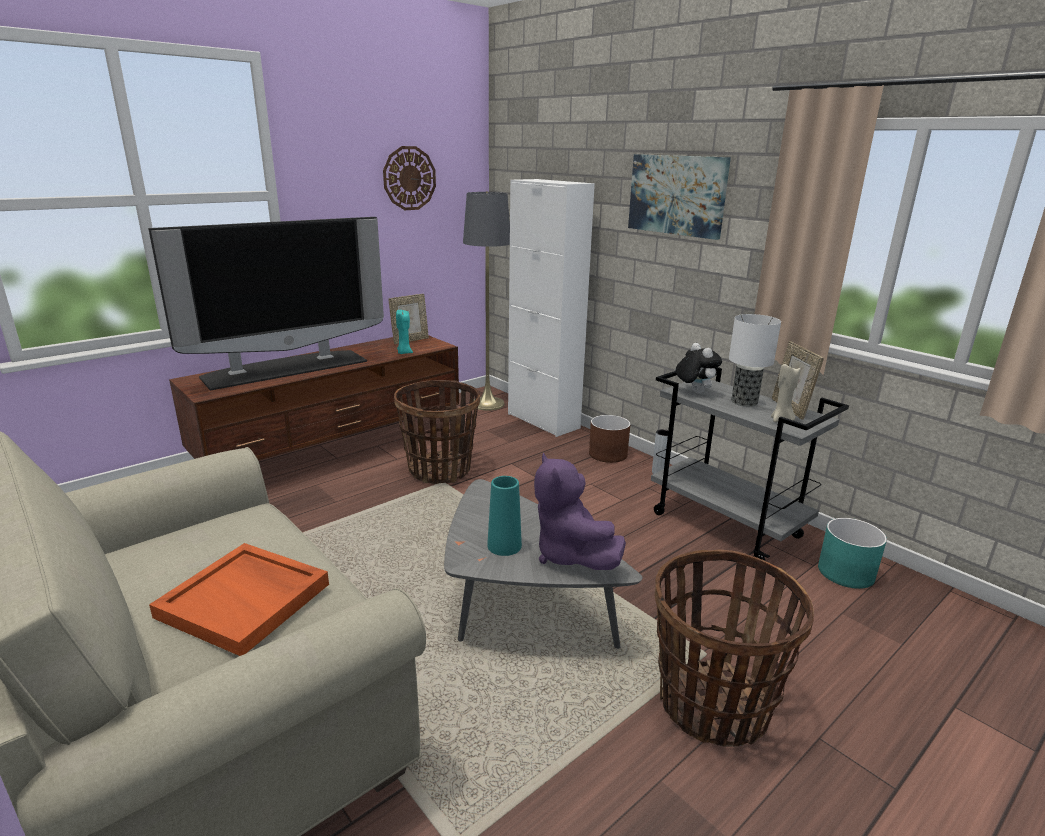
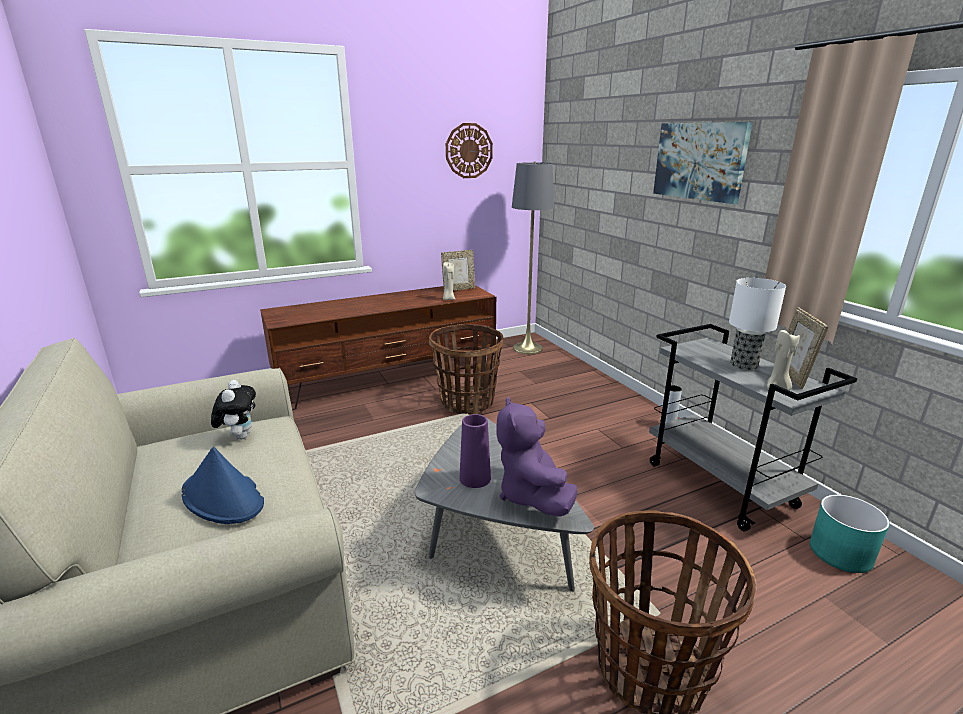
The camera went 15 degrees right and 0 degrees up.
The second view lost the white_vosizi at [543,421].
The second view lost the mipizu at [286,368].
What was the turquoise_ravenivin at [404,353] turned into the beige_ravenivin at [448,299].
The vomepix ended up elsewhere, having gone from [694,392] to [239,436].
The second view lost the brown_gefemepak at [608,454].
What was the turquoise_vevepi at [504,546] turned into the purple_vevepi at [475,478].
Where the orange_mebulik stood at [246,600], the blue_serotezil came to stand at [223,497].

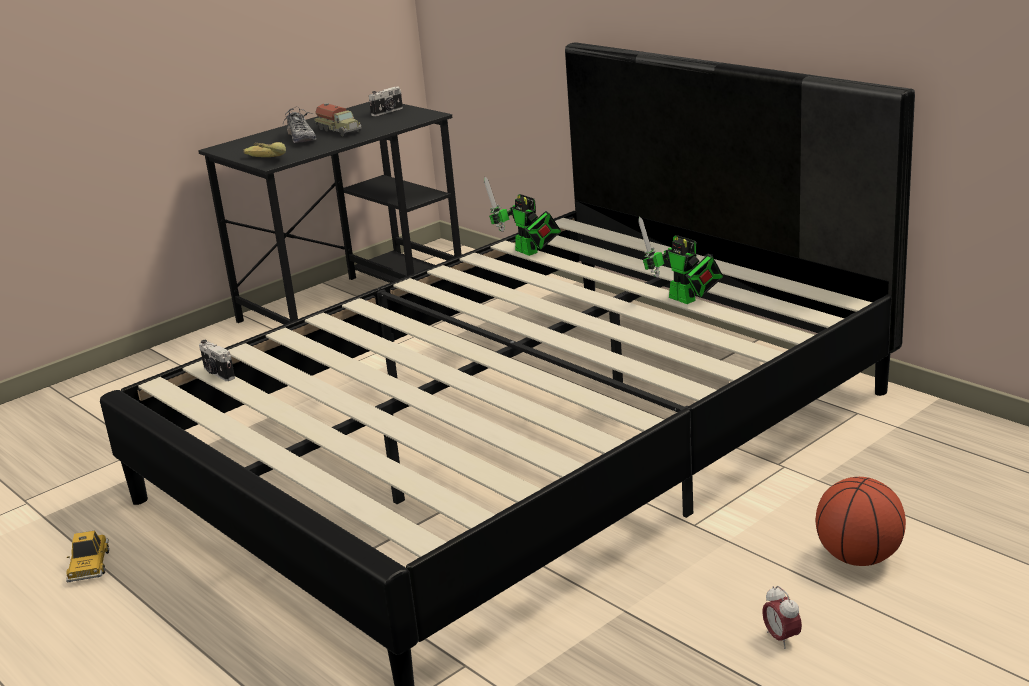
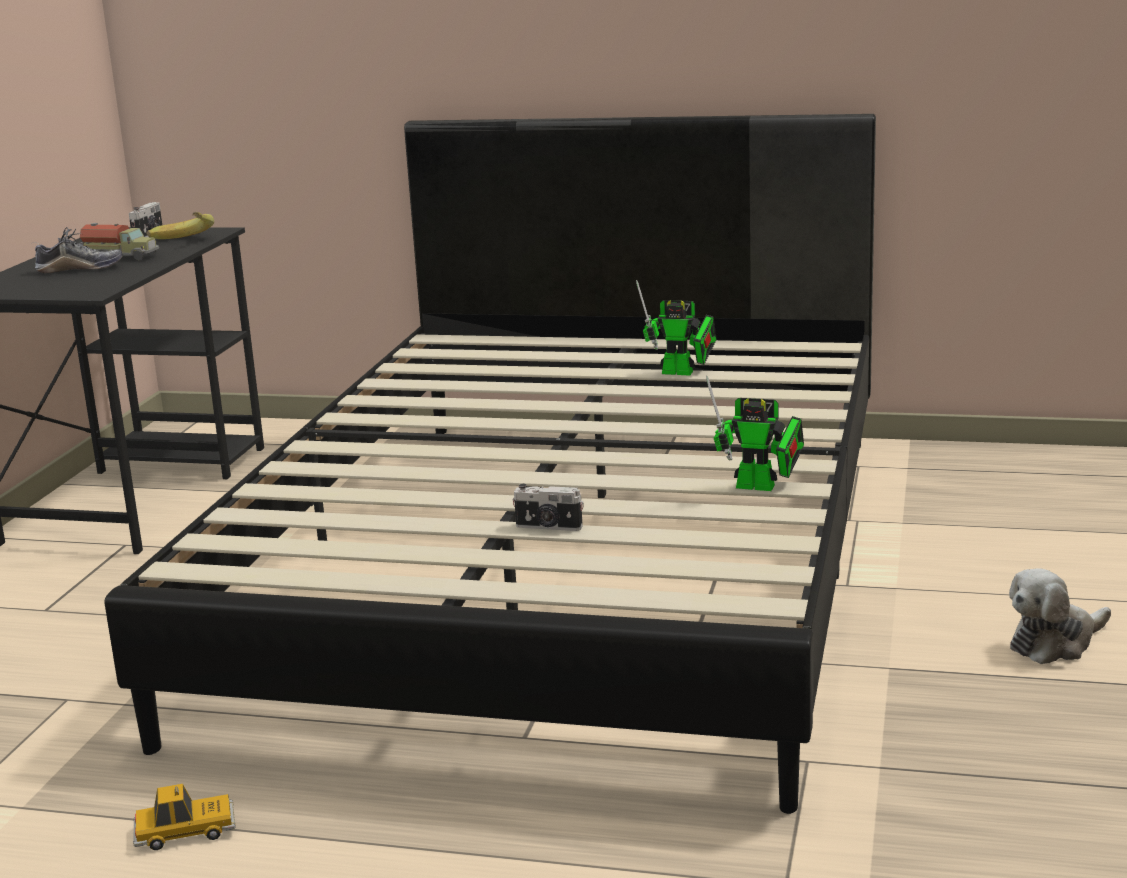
The camera went 35 degrees left and 5 degrees down.
The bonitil at [301,138] ended up facing another way, 45 degrees counterclockwise from before.
The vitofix ended up elsewhere, having gone from [261,163] to [182,242].
The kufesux ended up elsewhere, having gone from [529,252] to [761,487].
The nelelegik ended up elsewhere, having gone from [217,373] to [548,527].
The second view lost the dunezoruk at [858,557].
The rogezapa at [89,565] ended up facing another way, 60 degrees counterclockwise from before.
Where the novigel stood at [781,638], the vomepix came to stand at [1055,643].

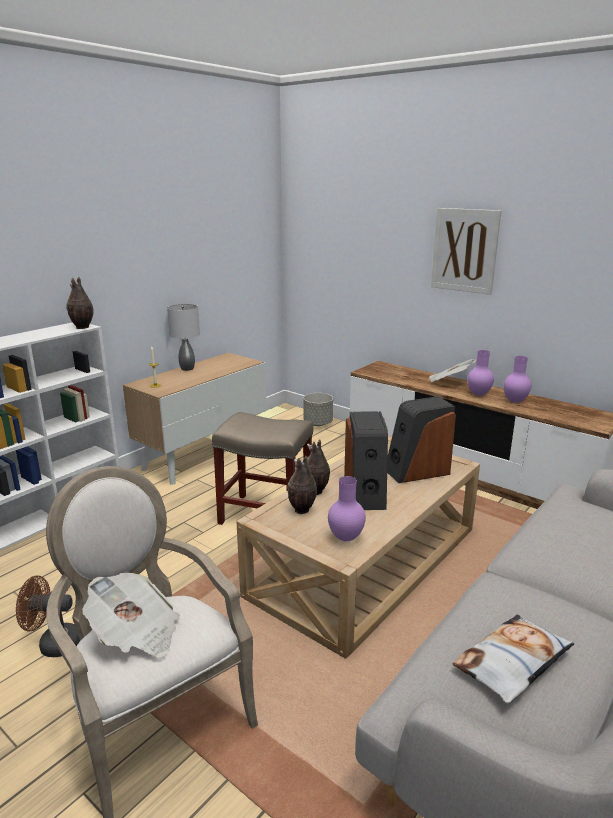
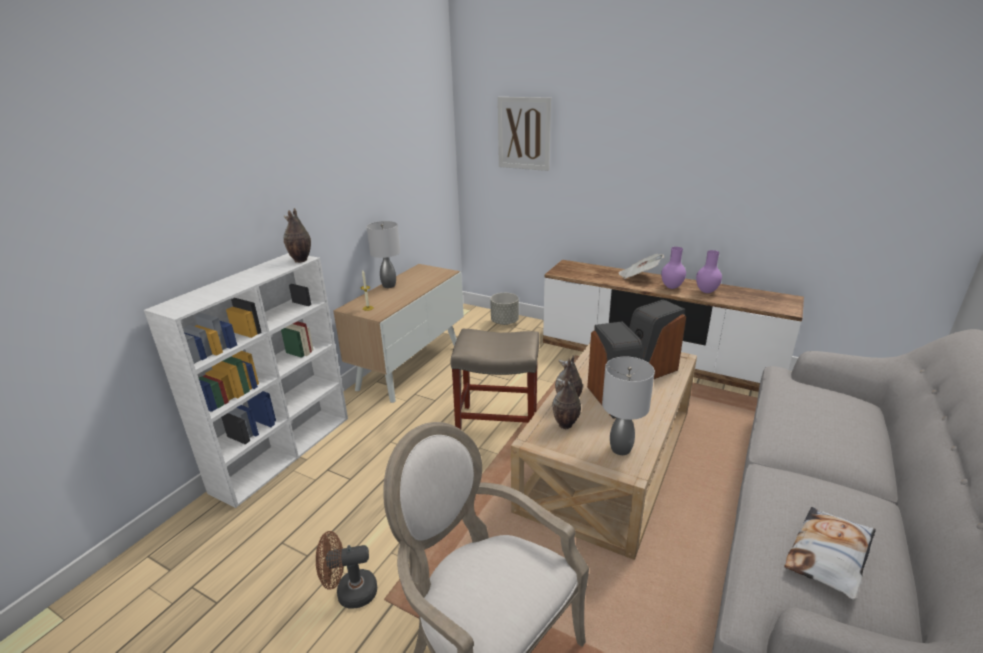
The camera went 10 degrees left and 5 degrees up.
The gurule ended up elsewhere, having gone from [464,250] to [524,133].
Where the purple_vevepi stood at [345,537], the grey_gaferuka came to stand at [620,448].
The second view lost the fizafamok at [136,634].

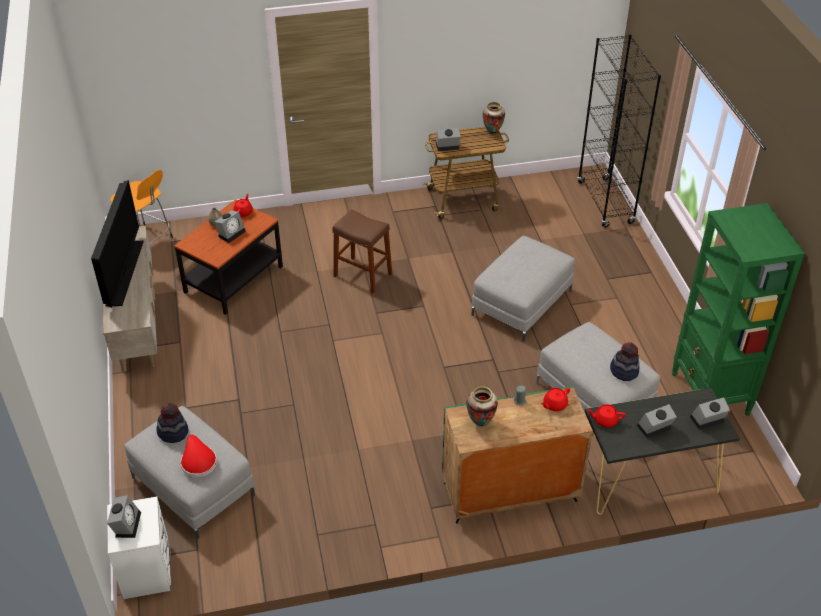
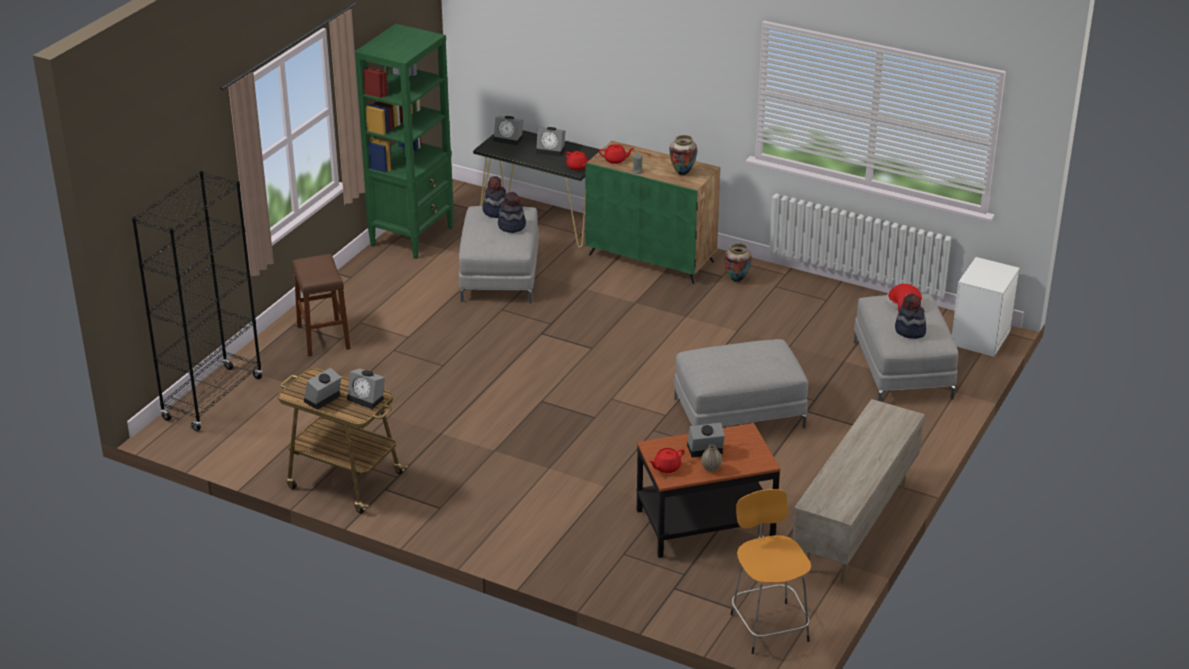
The camera went 140 degrees left and 10 degrees down.
The vevepi ended up elsewhere, having gone from [492,132] to [737,280].
The second view lost the mipizu at [124,273].
The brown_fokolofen ended up elsewhere, having gone from [363,275] to [323,337].
The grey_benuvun ended up elsewhere, having gone from [521,302] to [739,413].
The novigel ended up elsewhere, having gone from [126,523] to [322,400].
The second view gained the serotezil at [512,226].

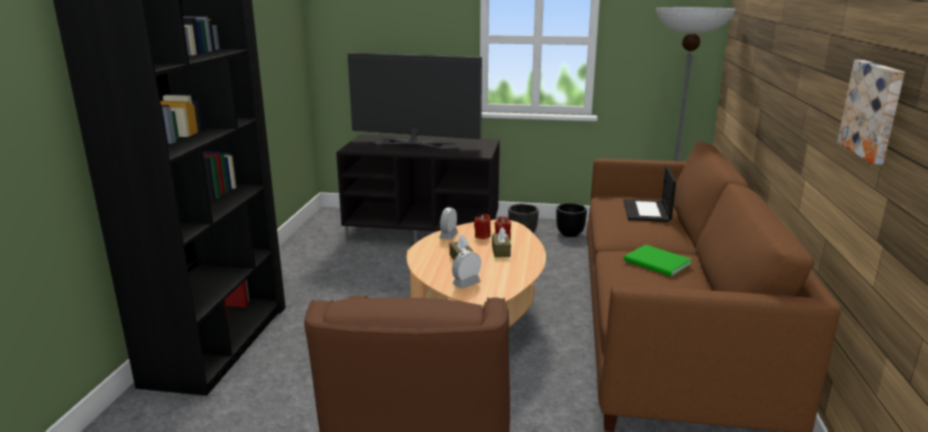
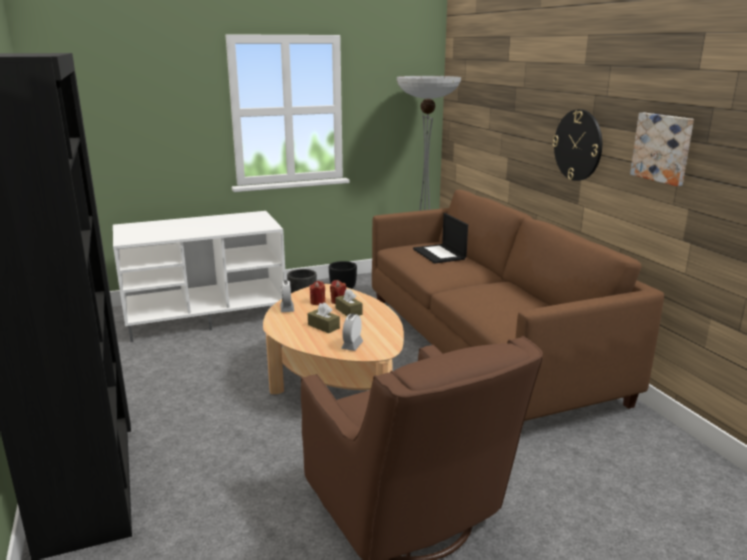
The camera went 30 degrees left and 0 degrees up.
The second view lost the mipizu at [415,144].
What was the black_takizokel at [424,232] turned into the white_takizokel at [207,315].
The second view lost the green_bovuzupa at [658,263].
The second view gained the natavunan at [578,145].

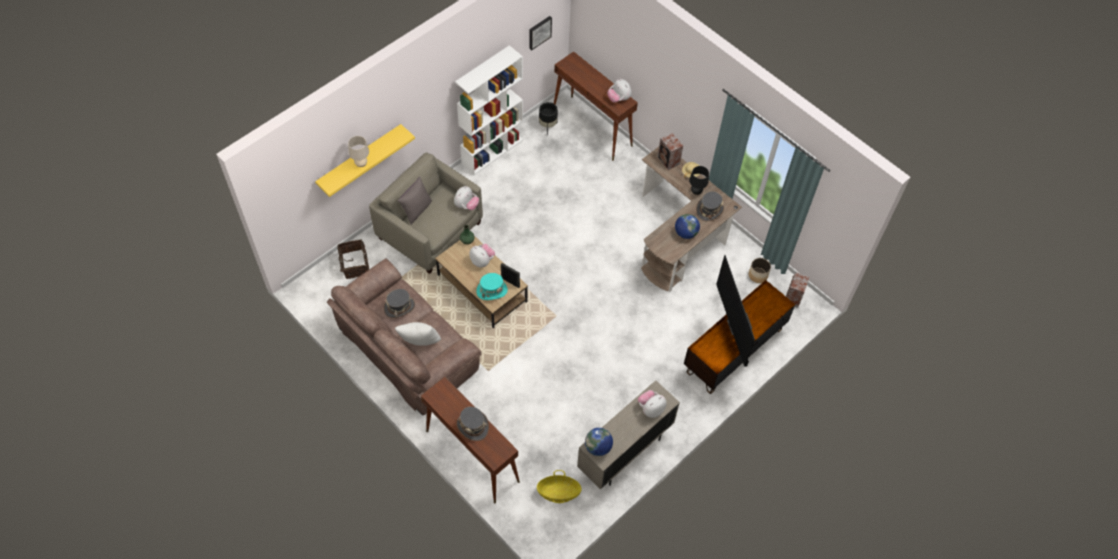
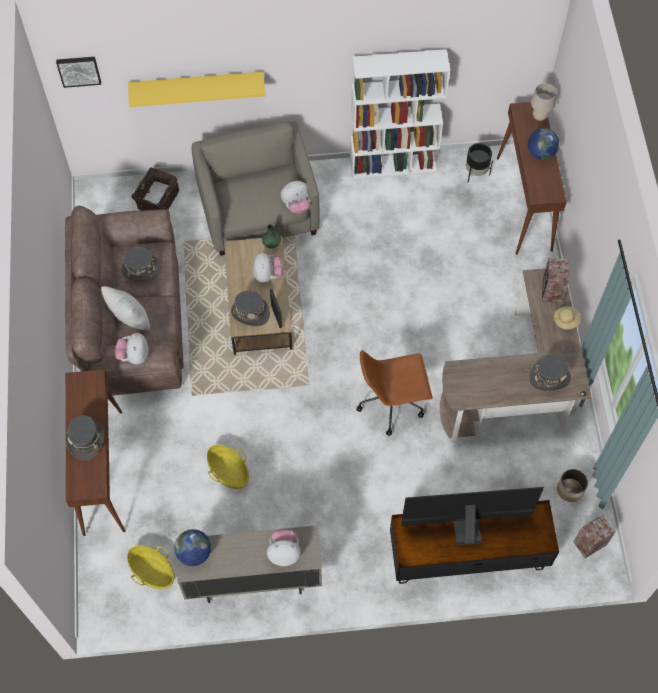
The camera went 40 degrees right and 5 degrees up.
The gurule ended up elsewhere, having gone from [539,32] to [79,70].
The vomepix ended up elsewhere, having gone from [619,98] to [134,356].
The beige_gaferuka ended up elsewhere, having gone from [361,164] to [539,117].
The second view lost the black_gaferuka at [696,192].
The second view lost the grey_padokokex at [416,210].
The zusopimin ended up elsewhere, having gone from [685,233] to [541,153].
The mipizu at [735,326] ended up facing another way, 60 degrees clockwise from before.
What was the turquoise_serotezil at [492,290] turned into the grey_serotezil at [250,312].
The second view gained the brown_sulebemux at [392,403].
The second view gained the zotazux at [228,472].

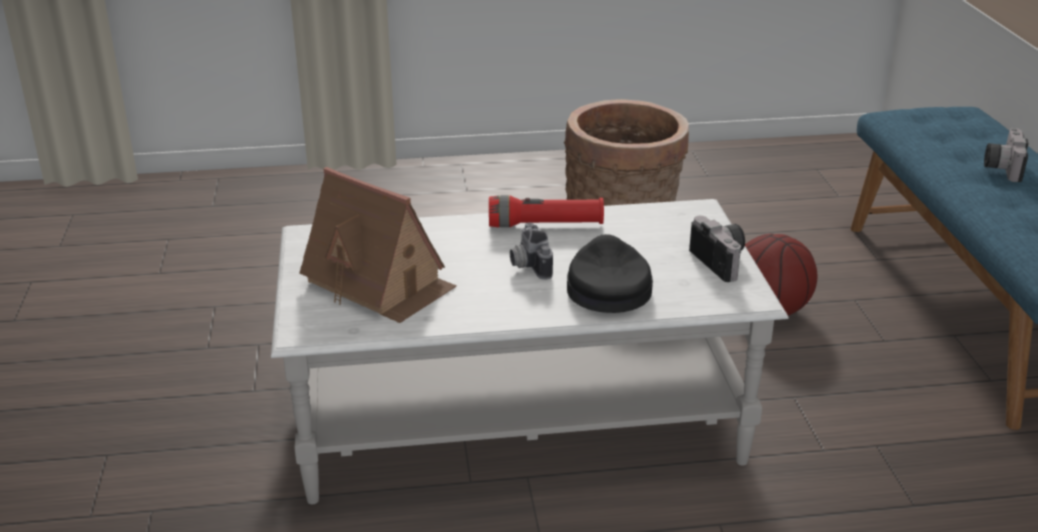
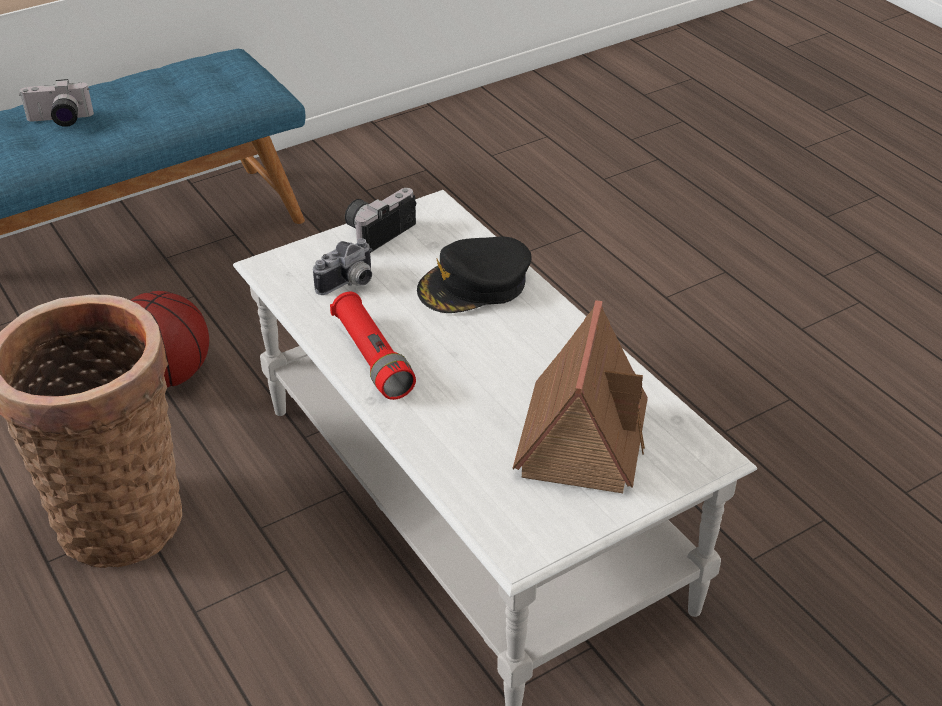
The camera went 115 degrees left and 10 degrees up.
The nelelegik ended up elsewhere, having gone from [527,265] to [349,284].

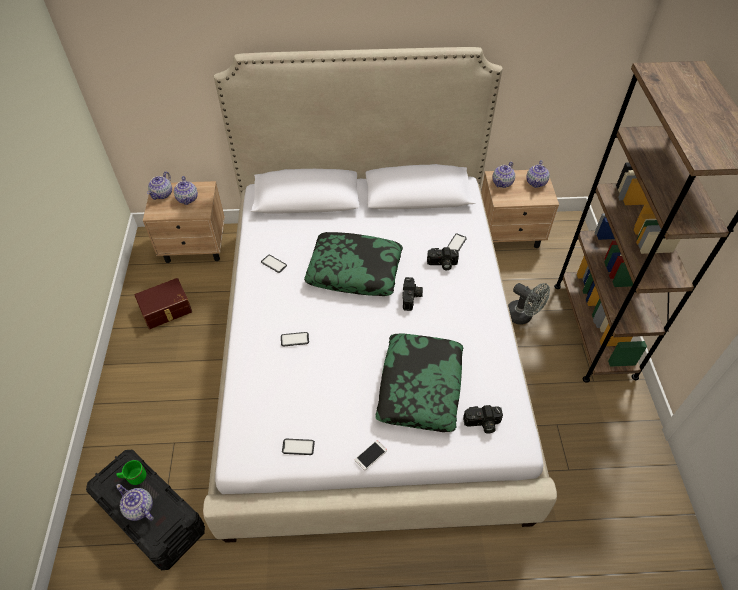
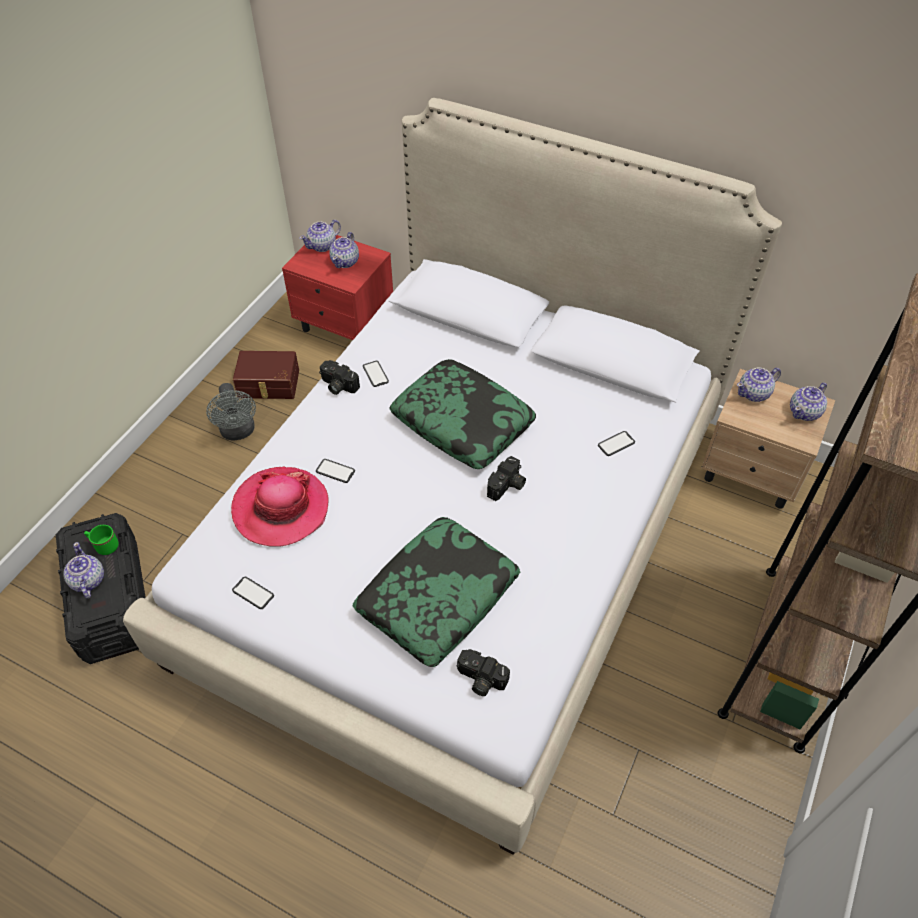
The camera went 30 degrees right and 0 degrees up.
What was the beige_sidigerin at [195,246] turned into the red_sidigerin at [346,325].
The nelelegik ended up elsewhere, having gone from [442,264] to [337,386].
The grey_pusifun ended up elsewhere, having gone from [522,316] to [238,432].
The second view lost the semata at [370,455].
The second view gained the serotezil at [281,508].

